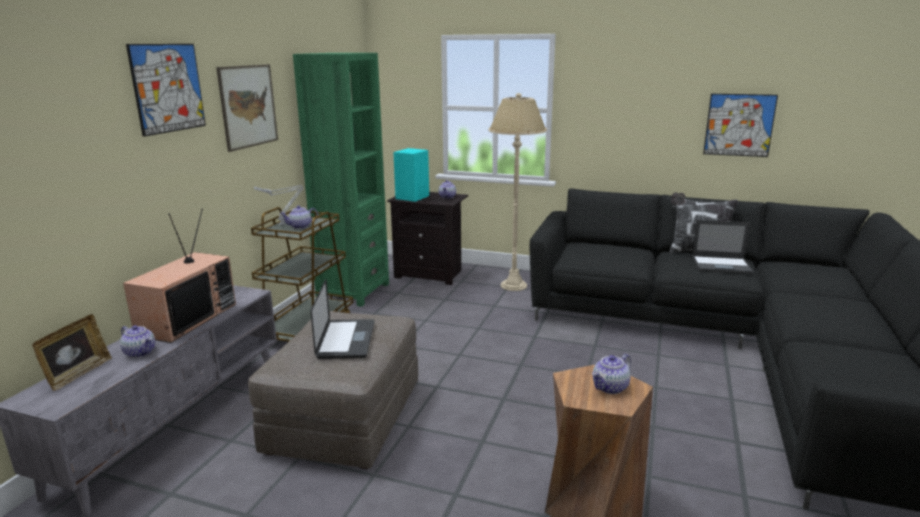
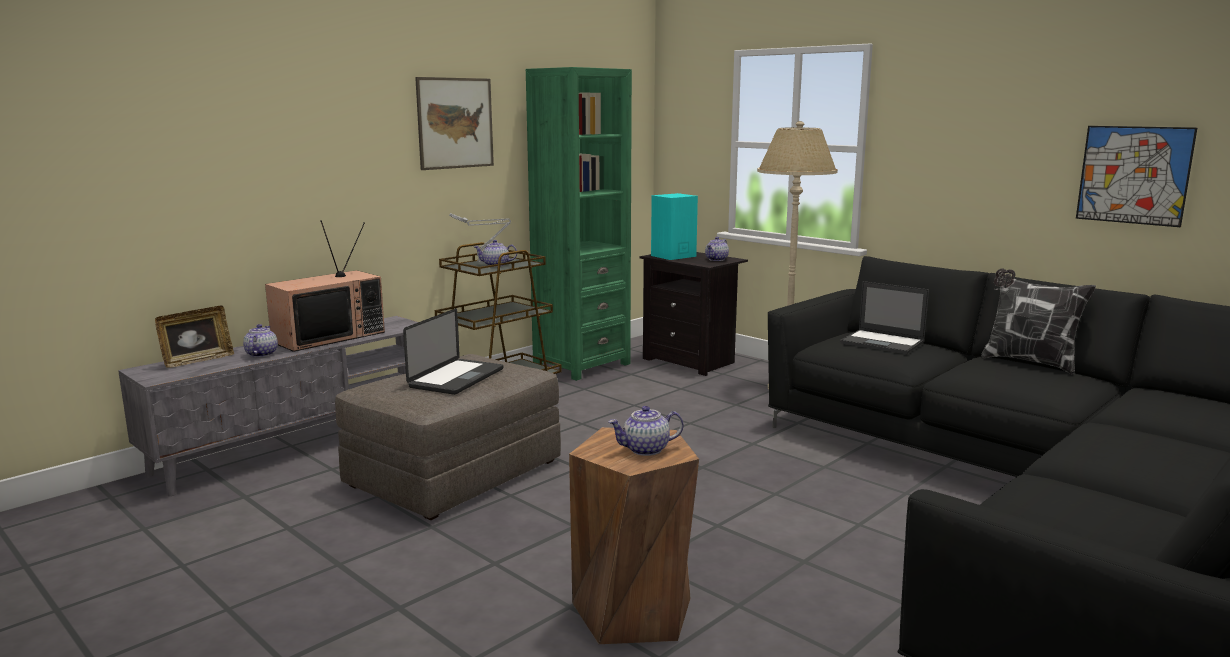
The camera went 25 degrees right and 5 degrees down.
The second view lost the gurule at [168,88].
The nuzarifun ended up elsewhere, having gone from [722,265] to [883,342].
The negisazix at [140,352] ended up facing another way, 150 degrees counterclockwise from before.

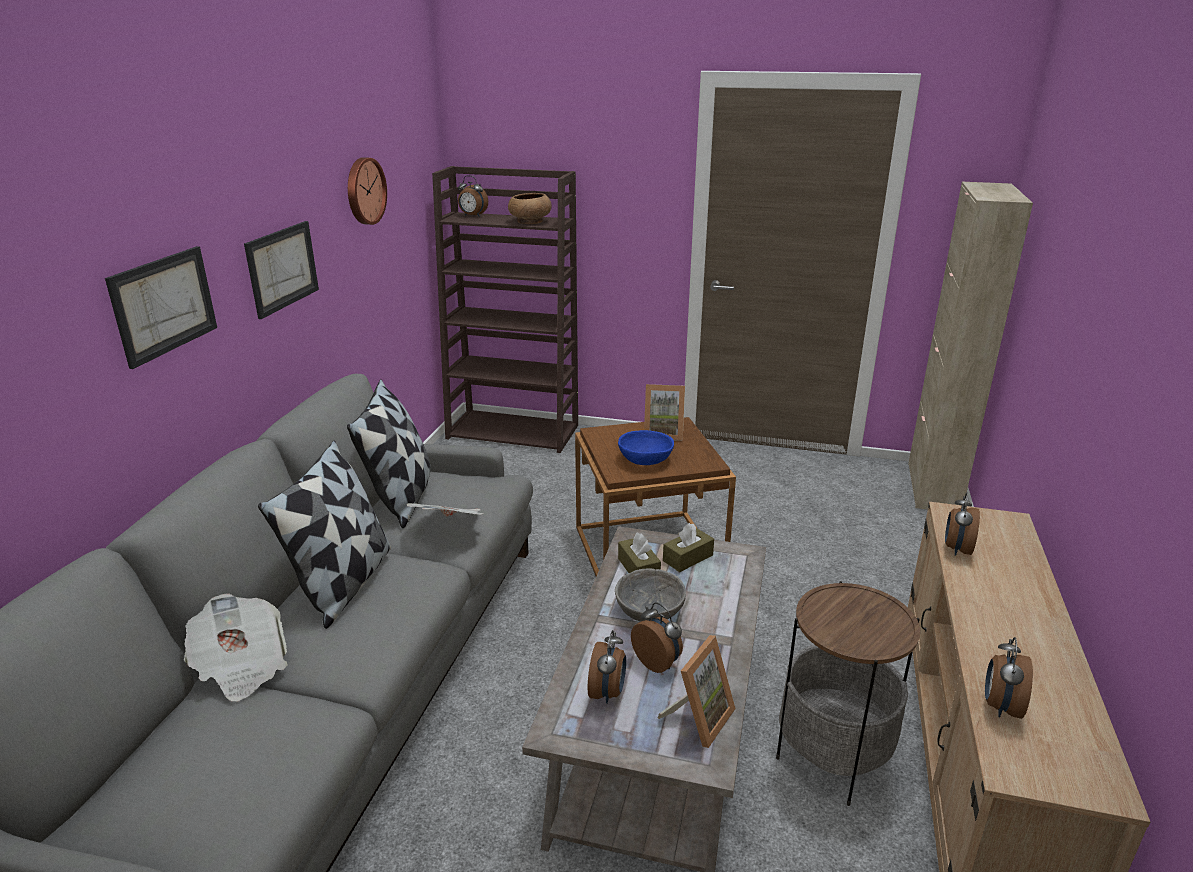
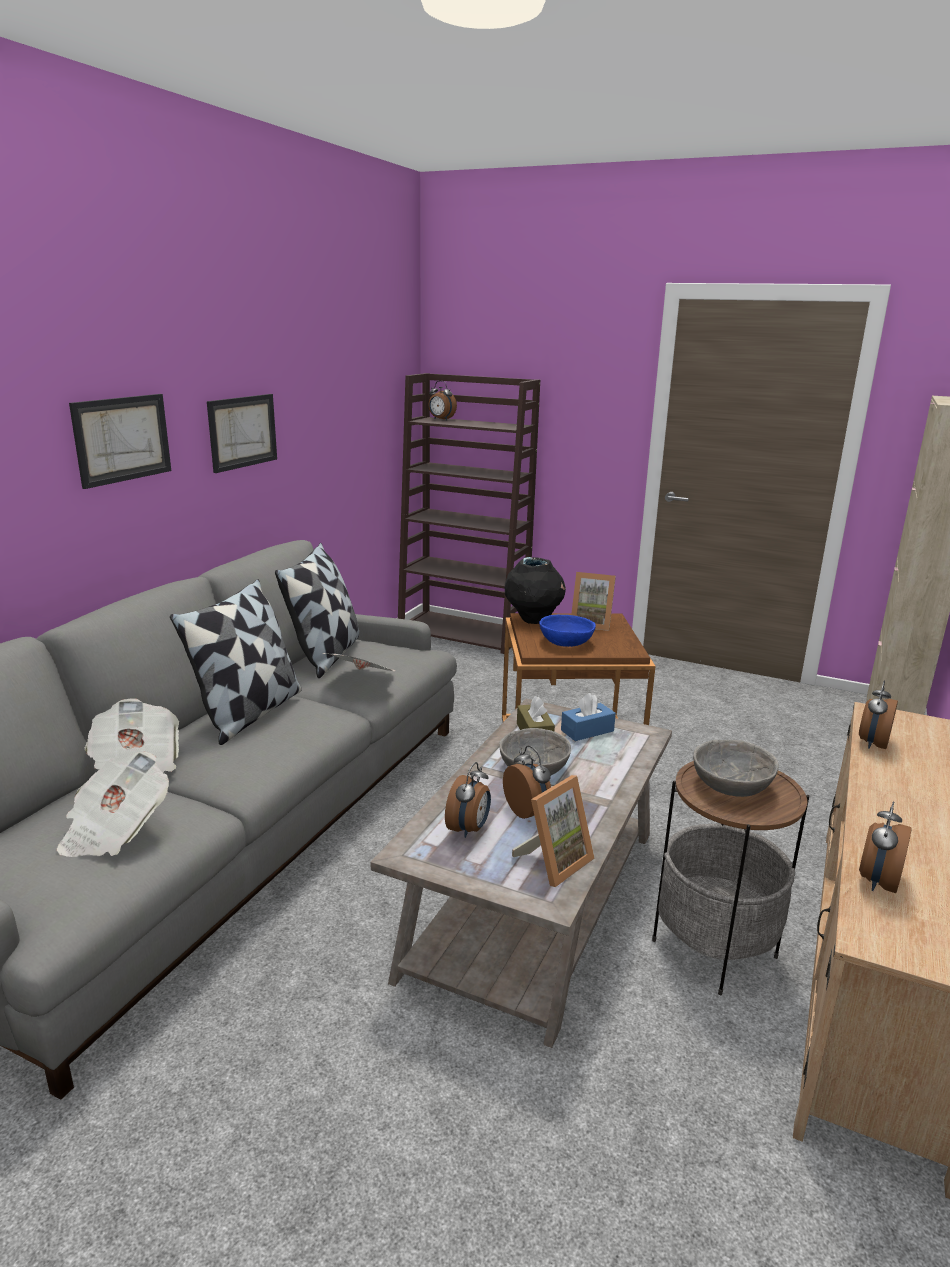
The camera went 10 degrees right and 5 degrees down.
The second view lost the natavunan at [364,191].
The second view lost the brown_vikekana at [530,222].
What was the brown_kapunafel at [688,558] turned into the blue_kapunafel at [587,731].
The second view gained the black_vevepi at [533,620].
The second view gained the grey_vikekana at [732,786].
The second view gained the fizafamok at [115,830].

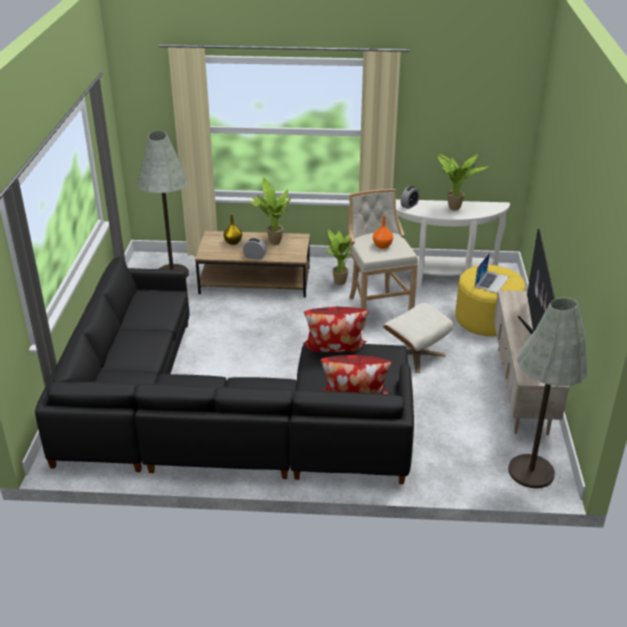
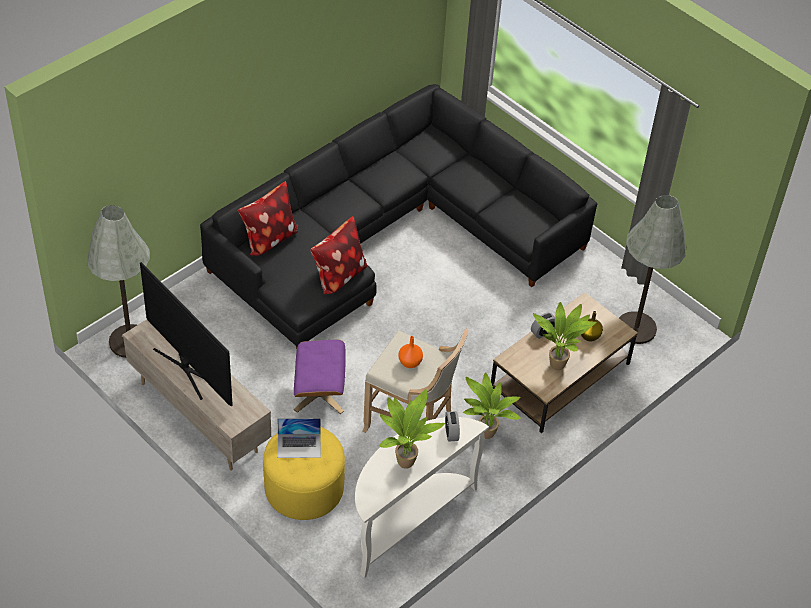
The camera went 130 degrees right and 15 degrees up.
The nuzarifun at [491,281] ended up facing another way, 75 degrees counterclockwise from before.
What was the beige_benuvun at [415,354] turned into the purple_benuvun at [320,393].

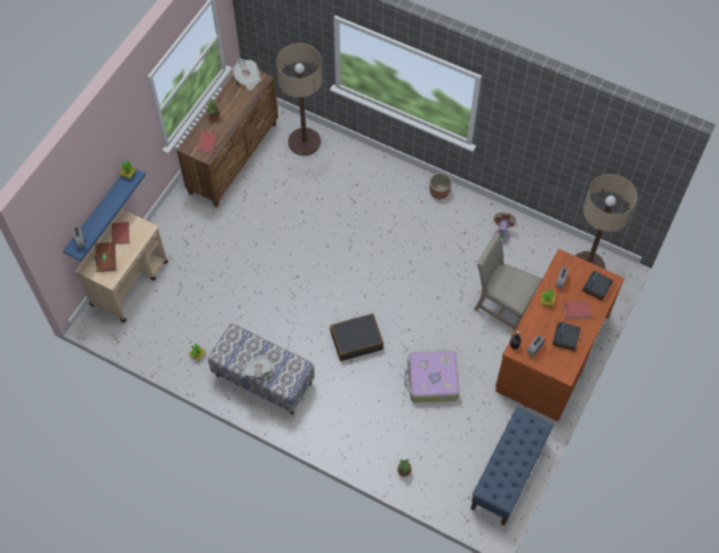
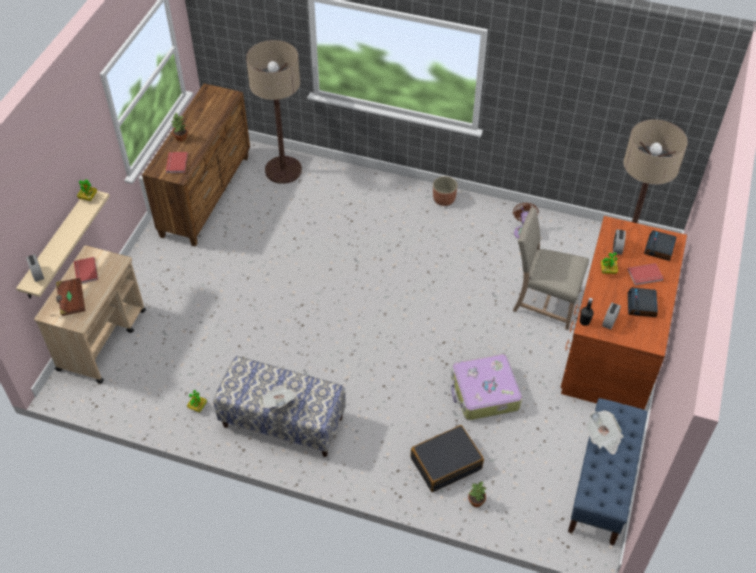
The camera went 10 degrees left and 10 degrees down.
The fizafamok ended up elsewhere, having gone from [247,79] to [603,437].
What was the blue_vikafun at [98,213] turned into the beige_vikafun at [56,245].
The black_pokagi ended up elsewhere, having gone from [356,340] to [446,463].

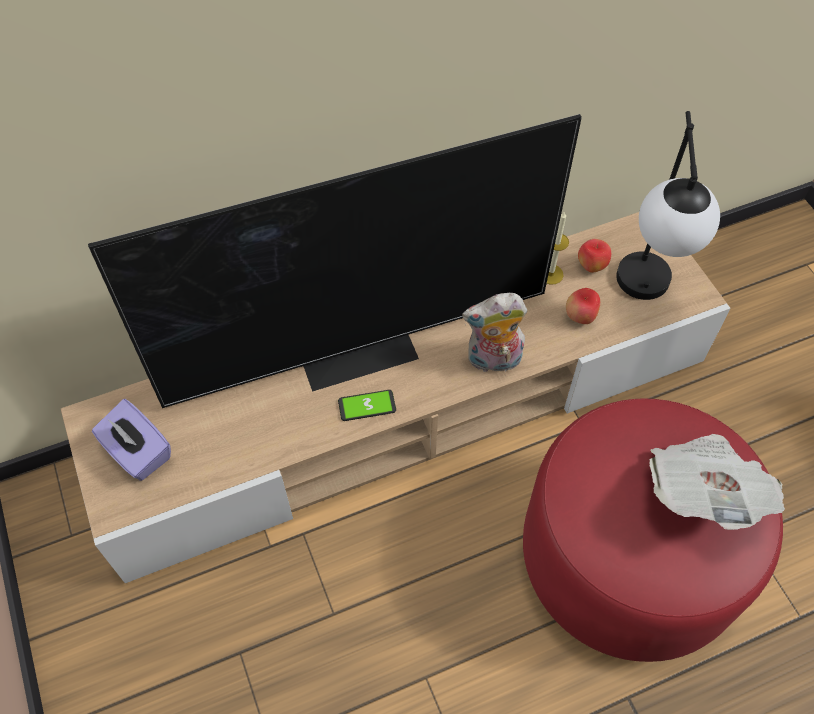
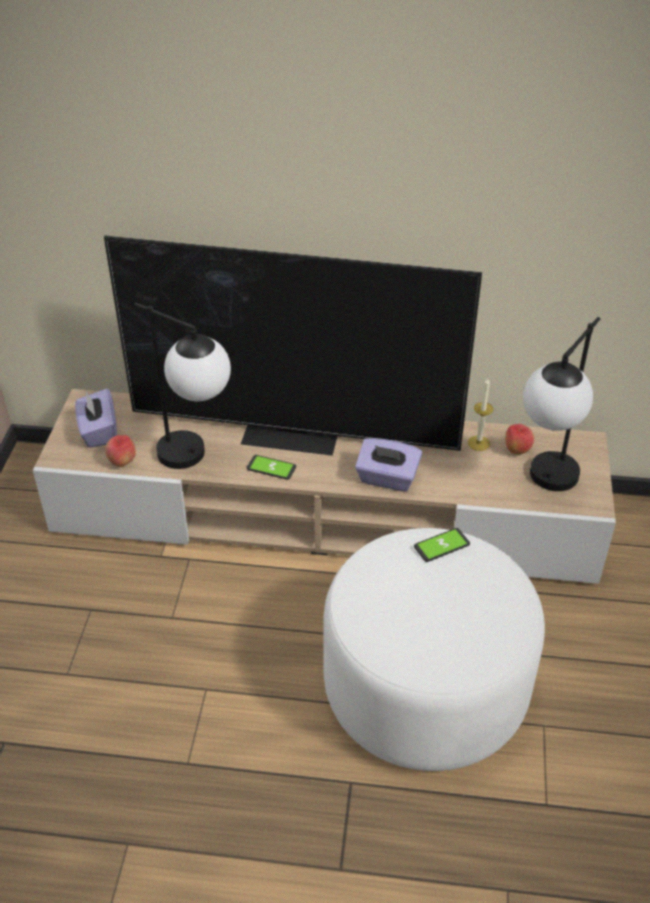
The camera went 30 degrees right and 15 degrees down.
The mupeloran ended up elsewhere, having gone from [580,317] to [122,462].
Where the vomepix stood at [493,361], the purple_kapunafel came to stand at [387,479].
What was the red_benuvun at [628,559] turned into the white_benuvun at [425,691].
The second view lost the fizafamok at [704,492].
The second view gained the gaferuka at [197,460].
The second view gained the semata at [441,546].

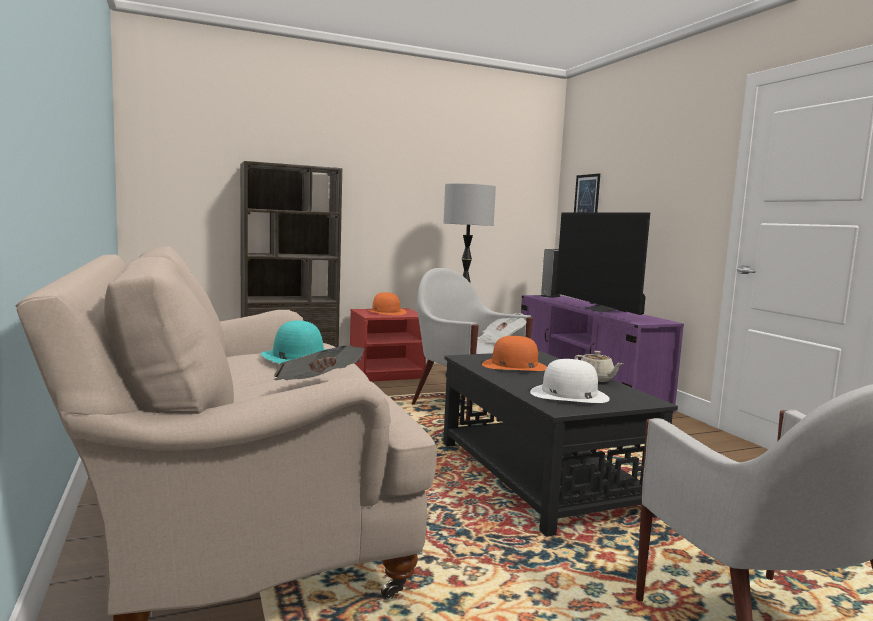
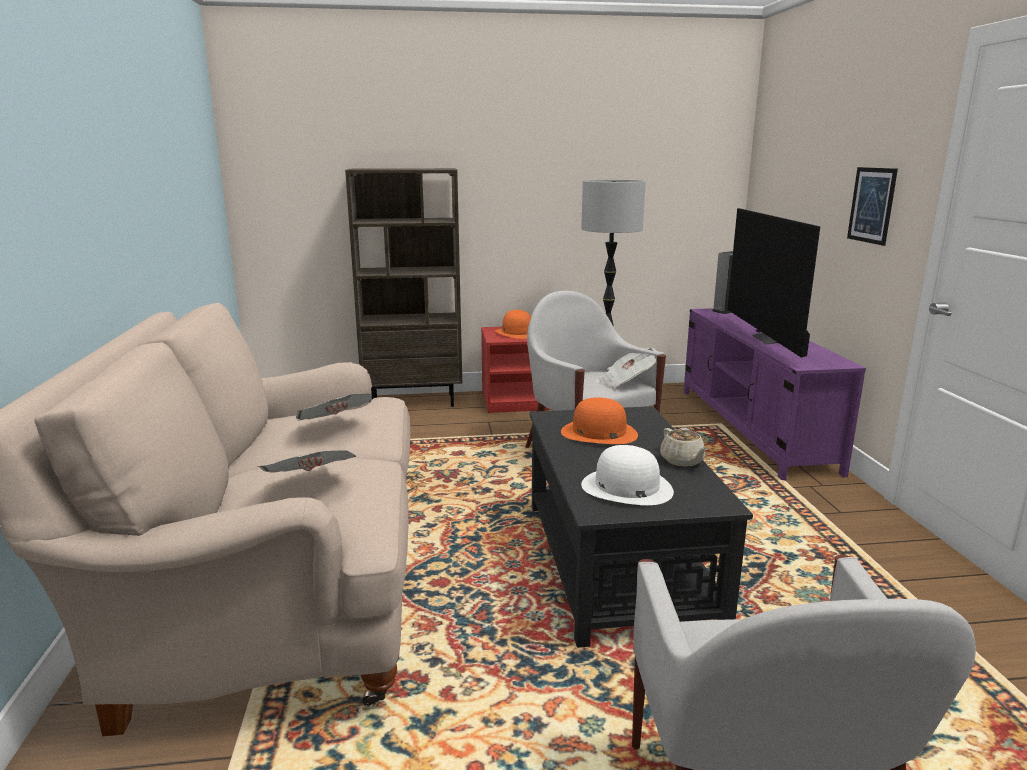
The camera went 15 degrees right and 10 degrees up.
The gurule ended up elsewhere, having gone from [586,197] to [871,205].
Where the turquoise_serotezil stood at [298,357], the fizafamok came to stand at [335,427].

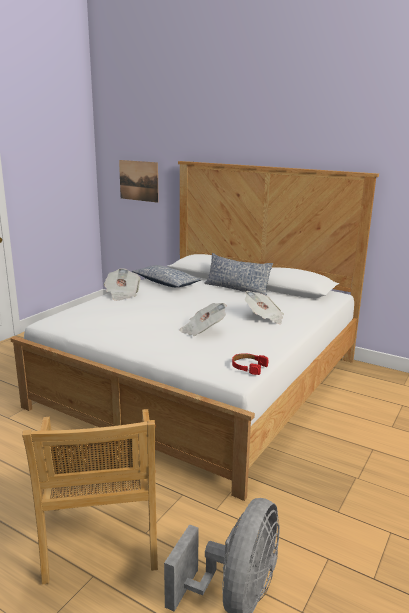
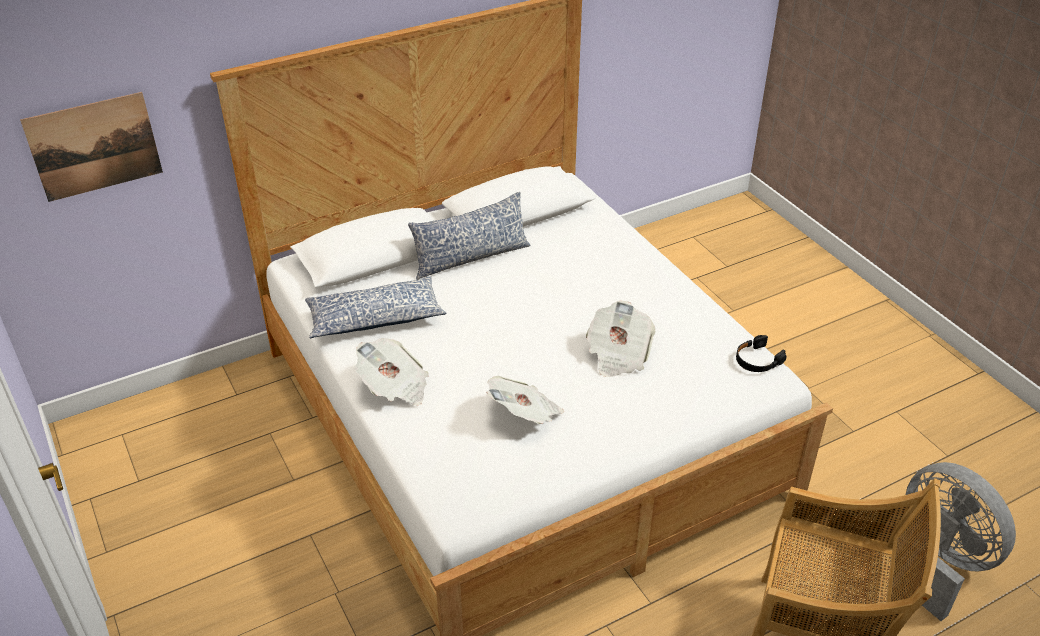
The camera went 60 degrees left and 20 degrees up.
The fizafamok ended up elsewhere, having gone from [264,318] to [525,414].
What was the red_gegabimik at [248,367] turned into the black_gegabimik at [757,360].

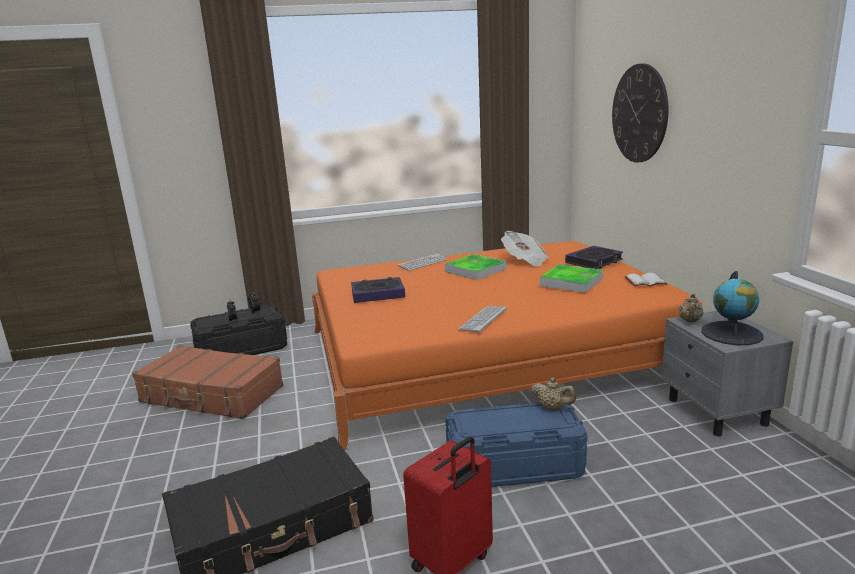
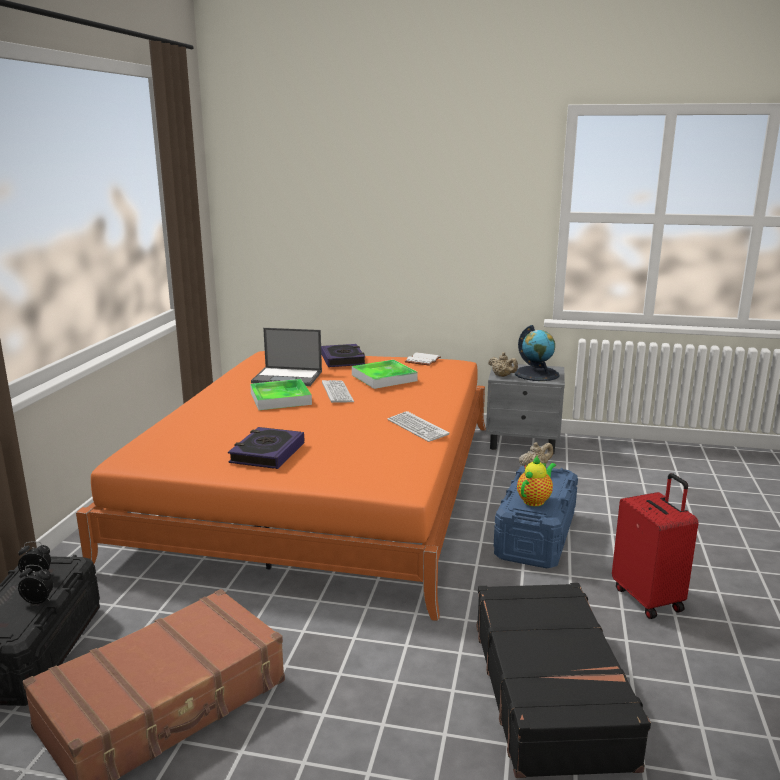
The camera went 65 degrees left and 0 degrees up.
The second view lost the natavunan at [639,113].
Where the fizafamok stood at [525,260], the nuzarifun came to stand at [288,377].
The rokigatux ended up elsewhere, having gone from [423,263] to [337,392].
The second view gained the negisazix at [535,500].

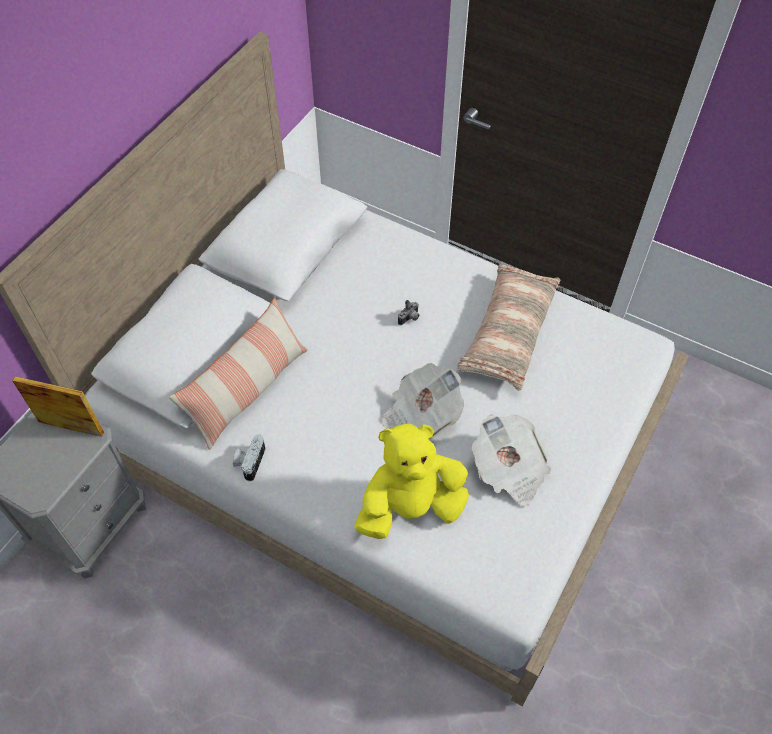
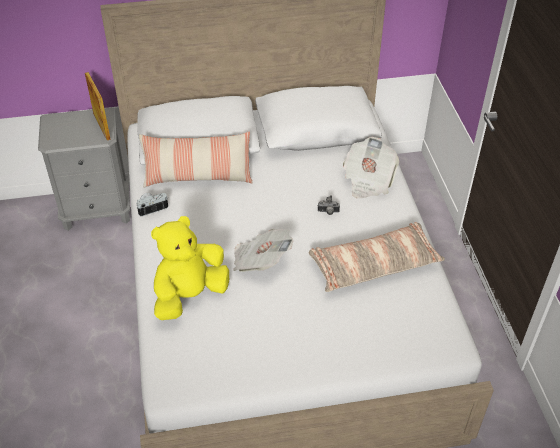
The camera went 50 degrees right and 10 degrees down.
The fizafamok ended up elsewhere, having gone from [509,470] to [368,180].
The yellow_vomepix at [410,507] ended up facing another way, 75 degrees counterclockwise from before.

